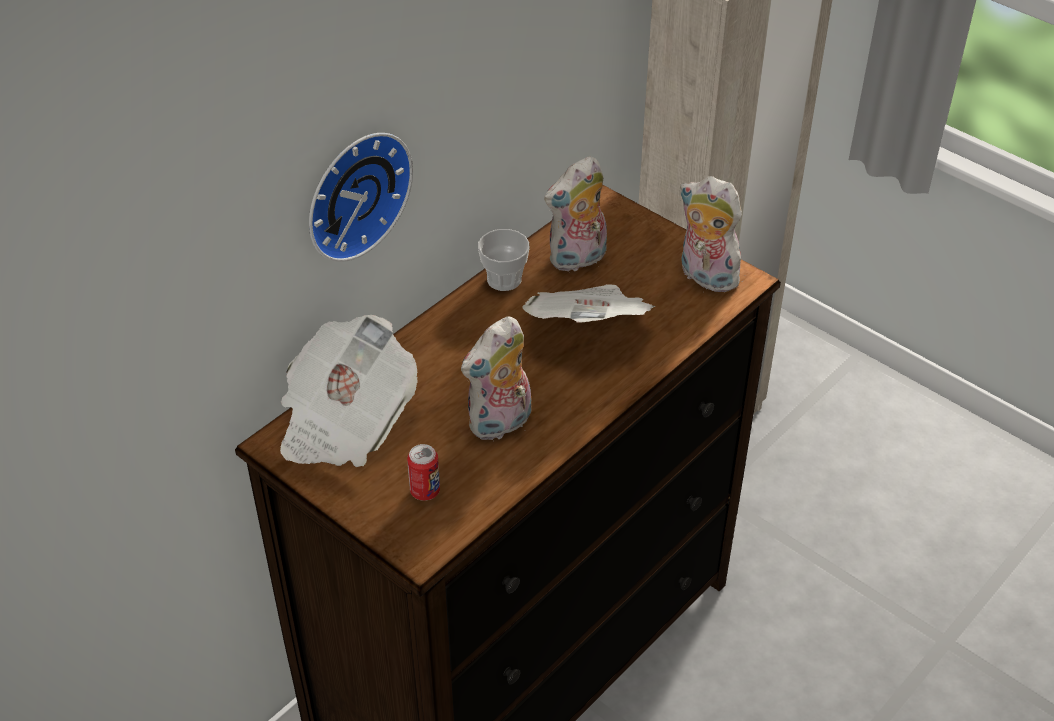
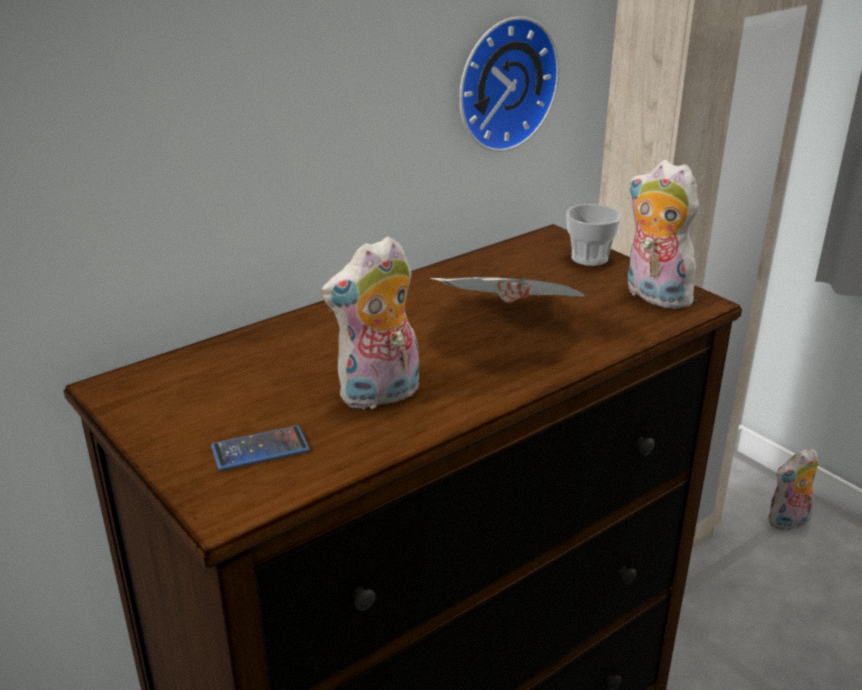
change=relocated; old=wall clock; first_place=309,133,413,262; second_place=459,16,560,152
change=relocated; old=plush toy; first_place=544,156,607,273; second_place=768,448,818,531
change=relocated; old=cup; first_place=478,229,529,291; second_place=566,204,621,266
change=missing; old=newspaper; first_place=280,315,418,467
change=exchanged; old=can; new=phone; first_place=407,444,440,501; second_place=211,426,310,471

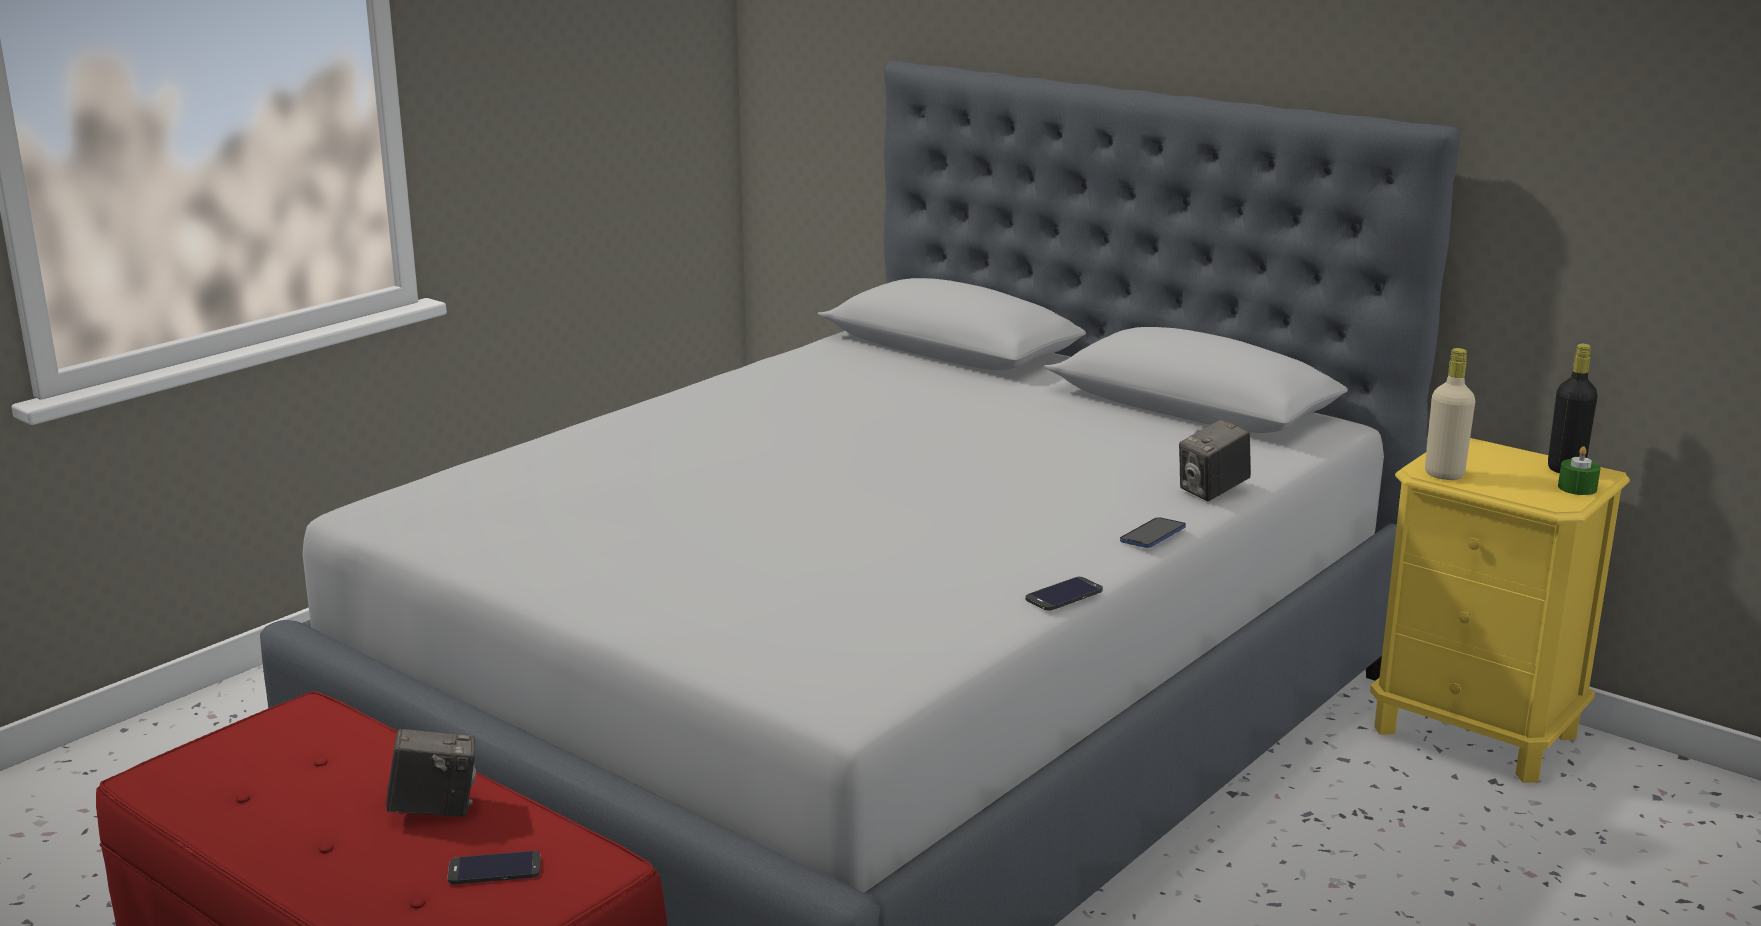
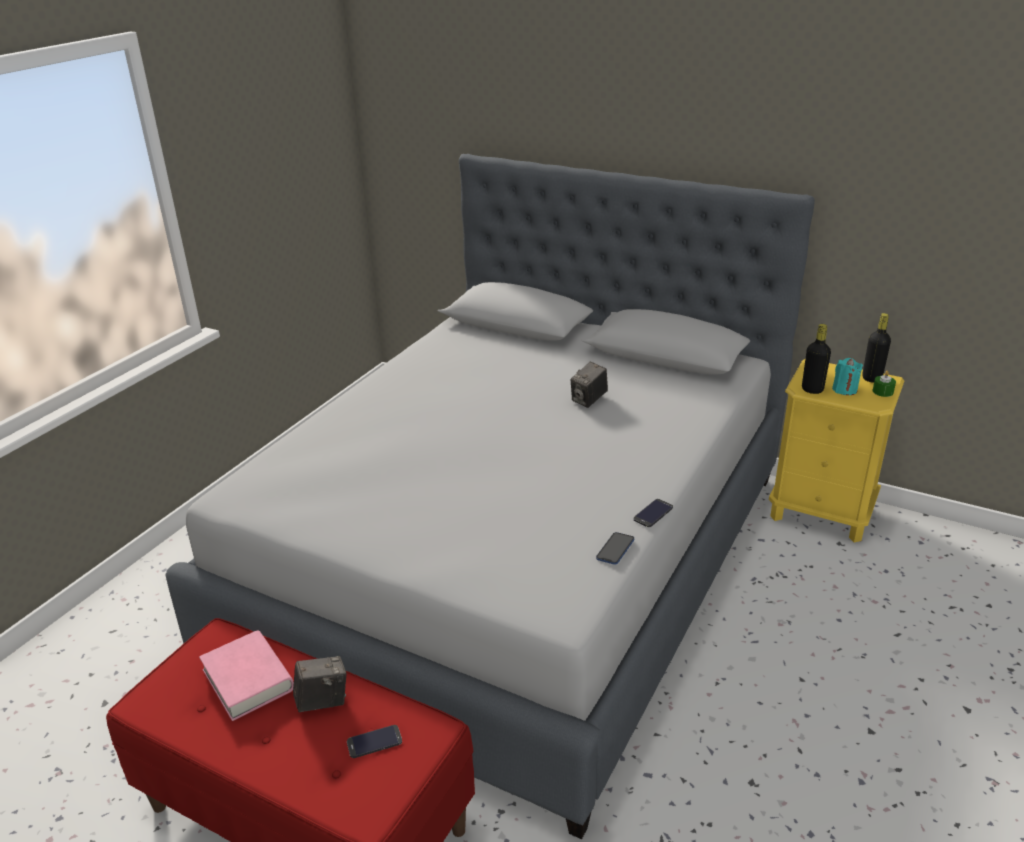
change=colour; old=beige bottle; new=black bottle; first_place=1425,348,1475,480; second_place=802,324,831,394
change=relocated; old=photo camera; first_place=1179,418,1251,501; second_place=570,362,608,408
change=relocated; old=phone; first_place=1120,517,1186,548; second_place=596,532,634,565
change=appeared; new=turquoise candle; second_place=832,358,863,395
change=appeared; new=pink book; second_place=199,631,294,721

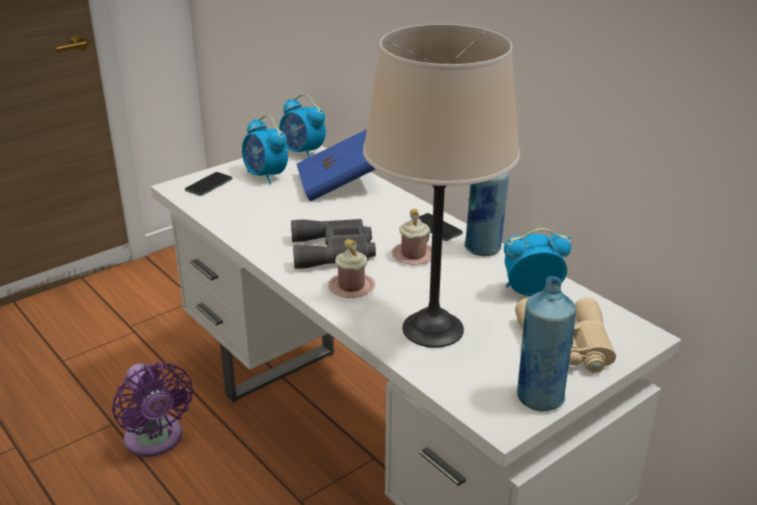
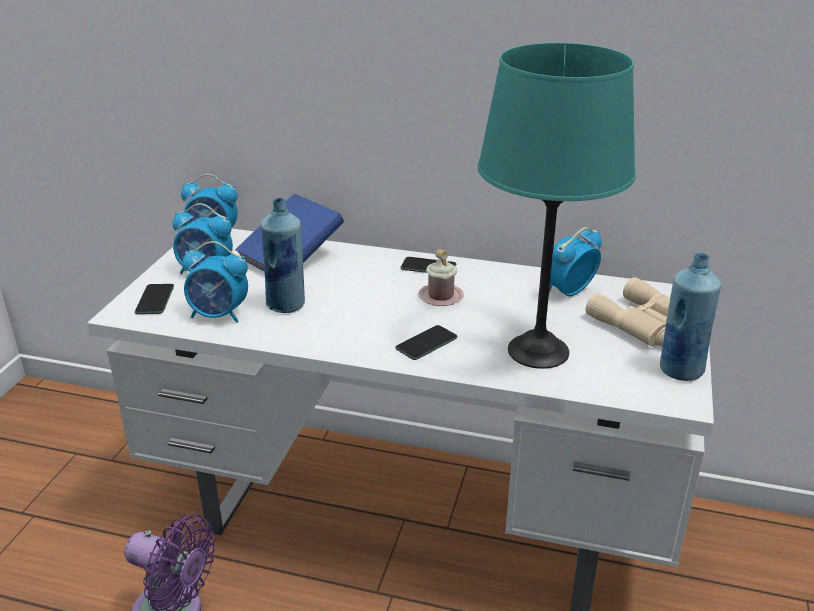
change=colour; old=beige table lamp; new=turquoise table lamp; first_place=363,24,520,348; second_place=478,43,636,369
change=relocated; old=blue bottle; first_place=464,172,509,256; second_place=260,198,305,313
change=missing; old=grey binoculars; first_place=291,219,376,269
change=exchanged; old=pink mug; new=phone; first_place=328,239,375,298; second_place=395,325,457,360
change=appeared; new=alarm clock; second_place=182,241,248,323

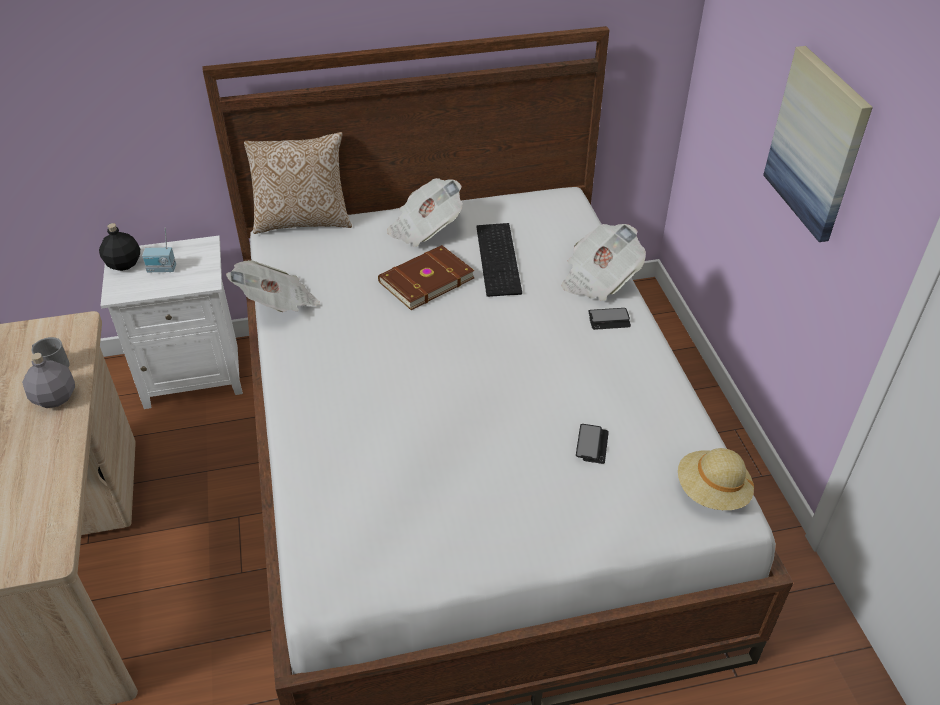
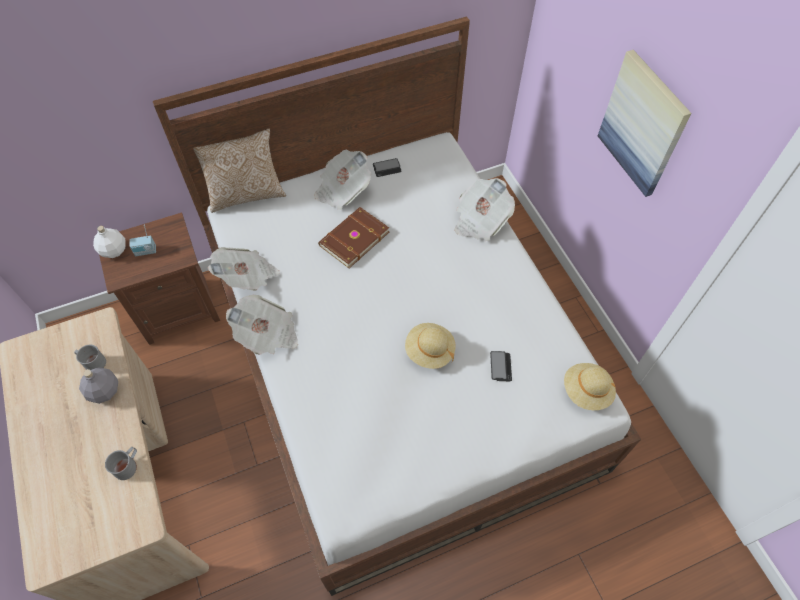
change=colour; old=black bottle; new=white bottle; first_place=99,223,140,271; second_place=93,226,126,258
change=missing; old=keyboard; first_place=476,223,522,297
change=colour; old=white nightstand; new=brown nightstand; first_place=100,236,243,409; second_place=99,212,220,345
change=relocated; old=phone; first_place=589,308,631,330; second_place=373,158,401,177
change=appeared; new=newspaper; second_place=226,295,298,355
change=appeared; new=beige hat; second_place=405,323,456,369
change=appeared; new=grey mug; second_place=105,447,137,480

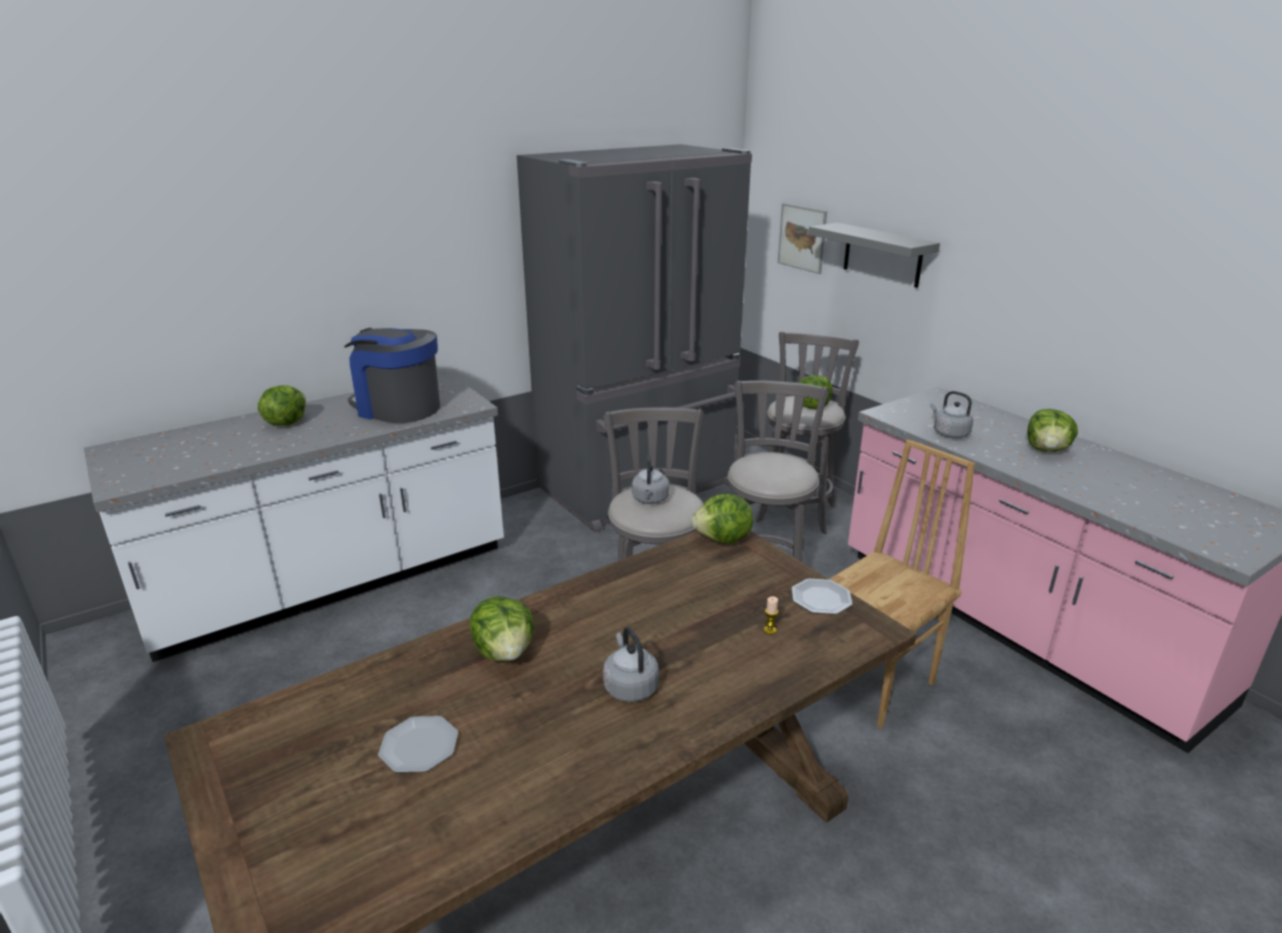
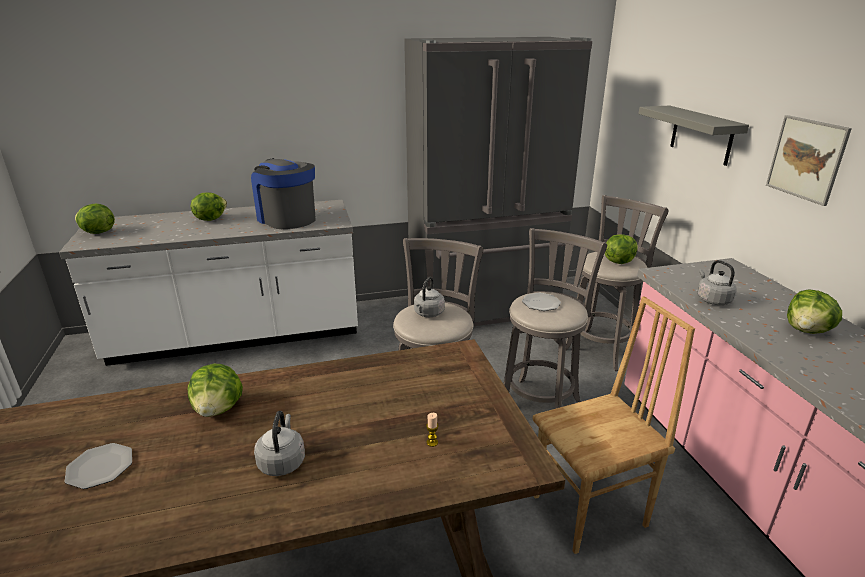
change=relocated; old=picture; first_place=778,203,827,274; second_place=766,115,852,206
change=relocated; old=lettuce; first_place=691,494,753,544; second_place=75,204,115,234
change=relocated; old=plate; first_place=792,579,853,614; second_place=522,293,561,311

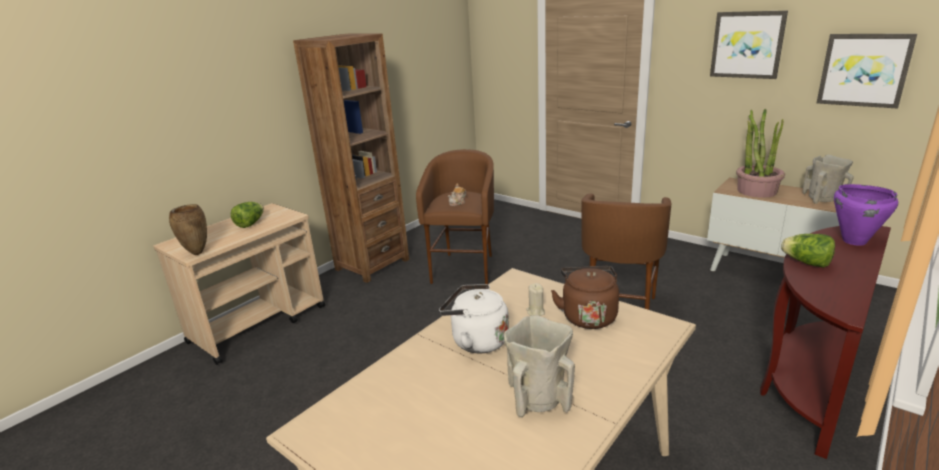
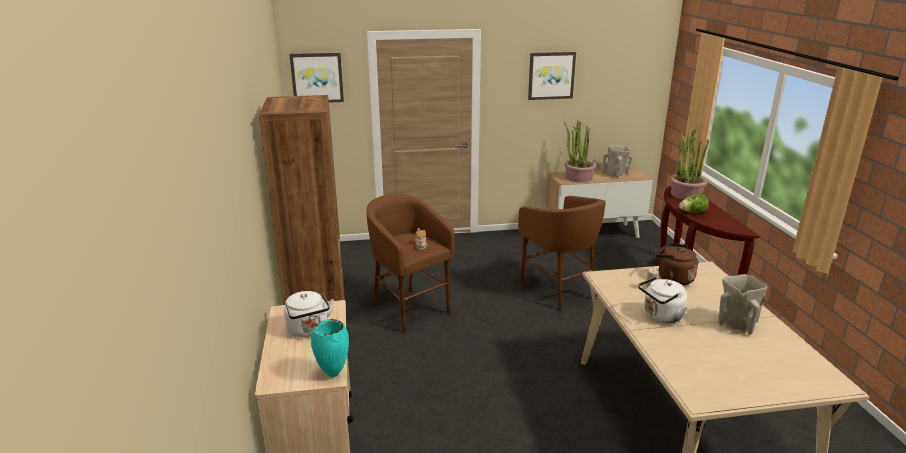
change=relocated; old=picture; first_place=817,34,917,109; second_place=289,53,344,103
change=exchanged; old=purple cooking pot; new=potted plant; first_place=834,184,898,246; second_place=670,128,708,200
change=exchanged; old=lettuce; new=white kettle; first_place=231,202,264,228; second_place=284,291,334,337
change=colour; old=brown vase; new=turquoise vase; first_place=169,204,207,255; second_place=311,319,349,377

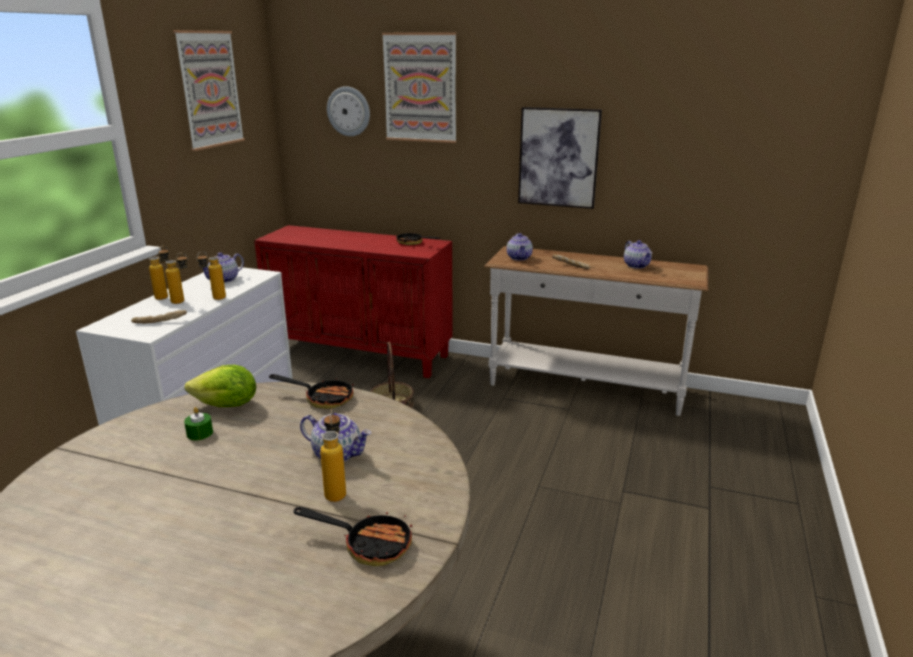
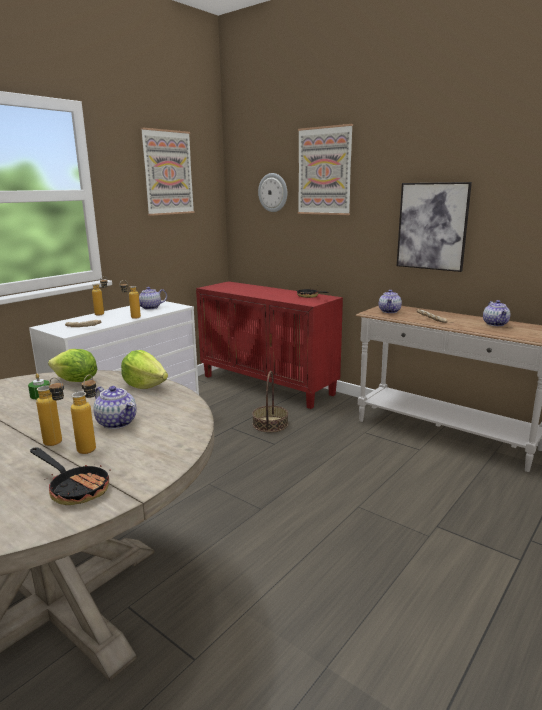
change=relocated; old=bottle; first_place=165,253,187,304; second_place=36,377,64,446
change=exchanged; old=frying pan; new=lettuce; first_place=269,374,354,409; second_place=121,350,168,389

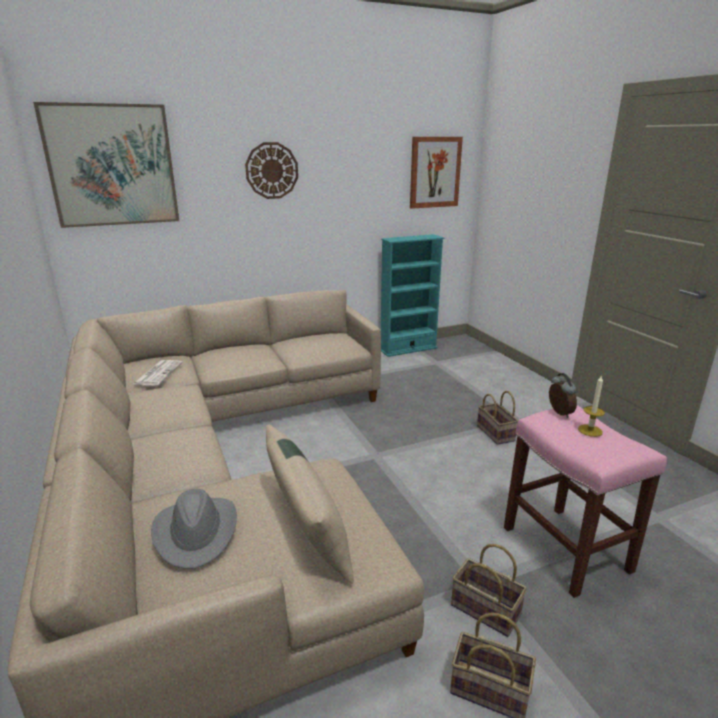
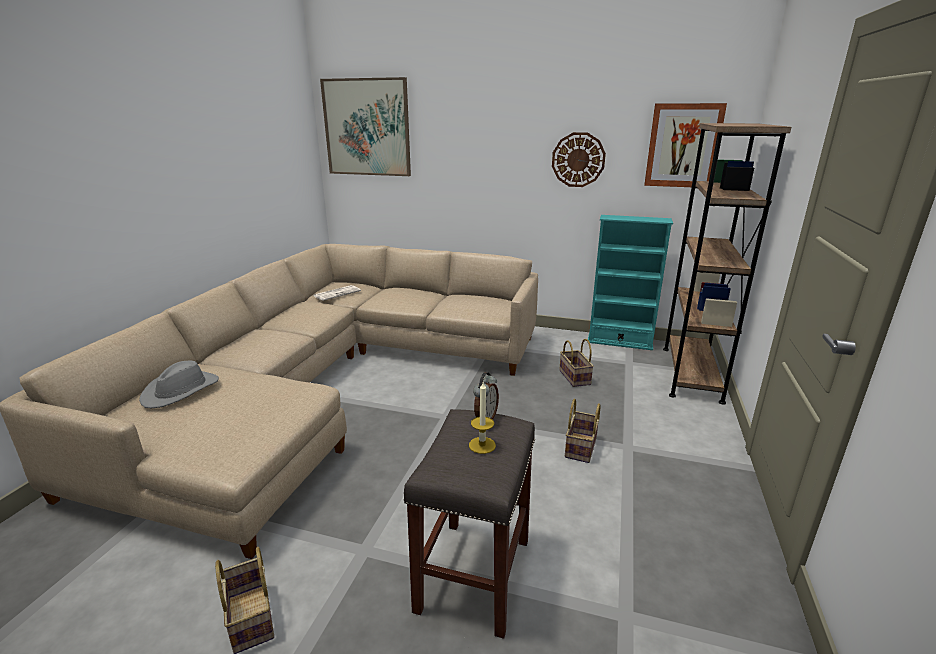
change=relocated; old=wall clock; first_place=245,142,298,199; second_place=552,132,606,187
change=colour; old=pink stool; new=grey stool; first_place=504,405,667,598; second_place=404,409,535,639
change=missing; old=beige pillow; first_place=266,424,354,584
change=relocated; old=basket; first_place=451,544,527,637; second_place=559,339,594,387
change=appeared; new=brown bookcase; second_place=663,123,791,405

